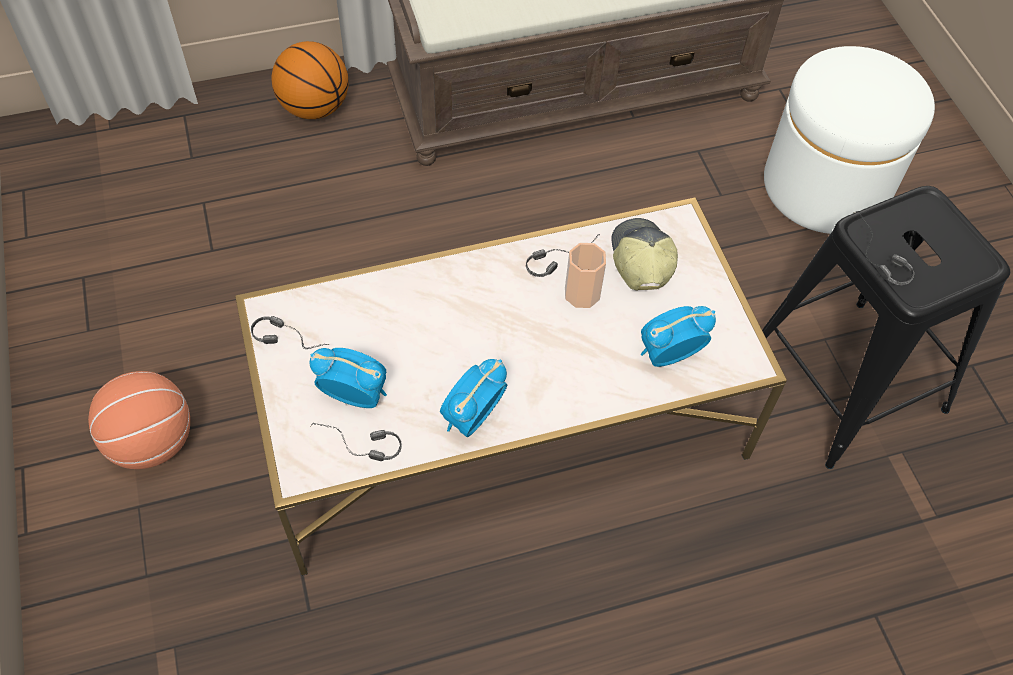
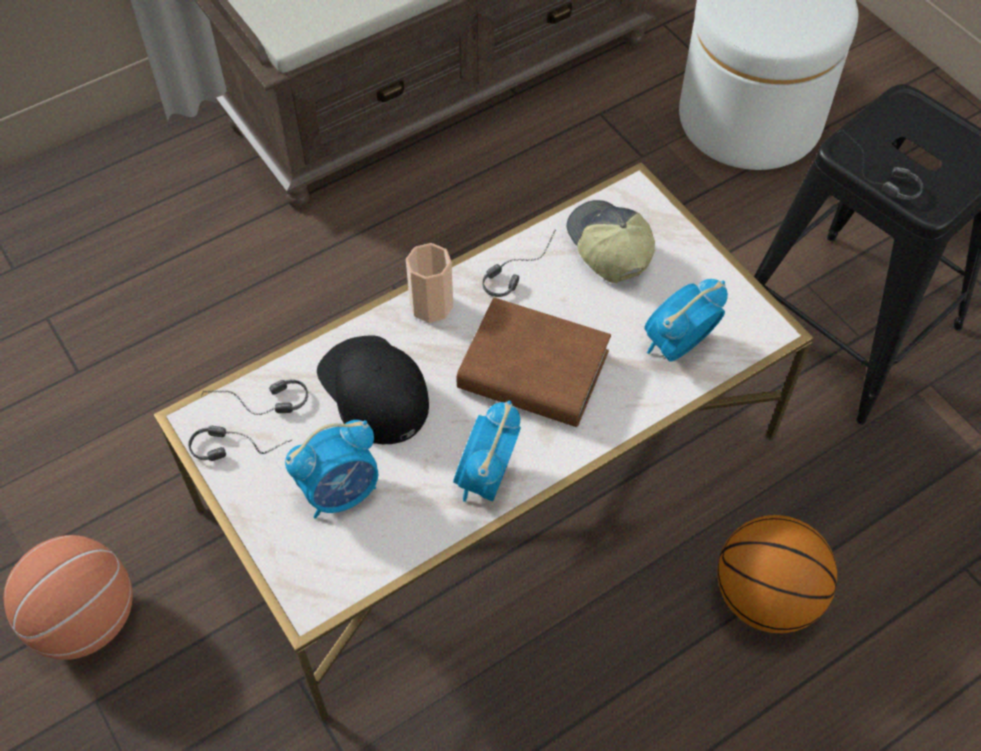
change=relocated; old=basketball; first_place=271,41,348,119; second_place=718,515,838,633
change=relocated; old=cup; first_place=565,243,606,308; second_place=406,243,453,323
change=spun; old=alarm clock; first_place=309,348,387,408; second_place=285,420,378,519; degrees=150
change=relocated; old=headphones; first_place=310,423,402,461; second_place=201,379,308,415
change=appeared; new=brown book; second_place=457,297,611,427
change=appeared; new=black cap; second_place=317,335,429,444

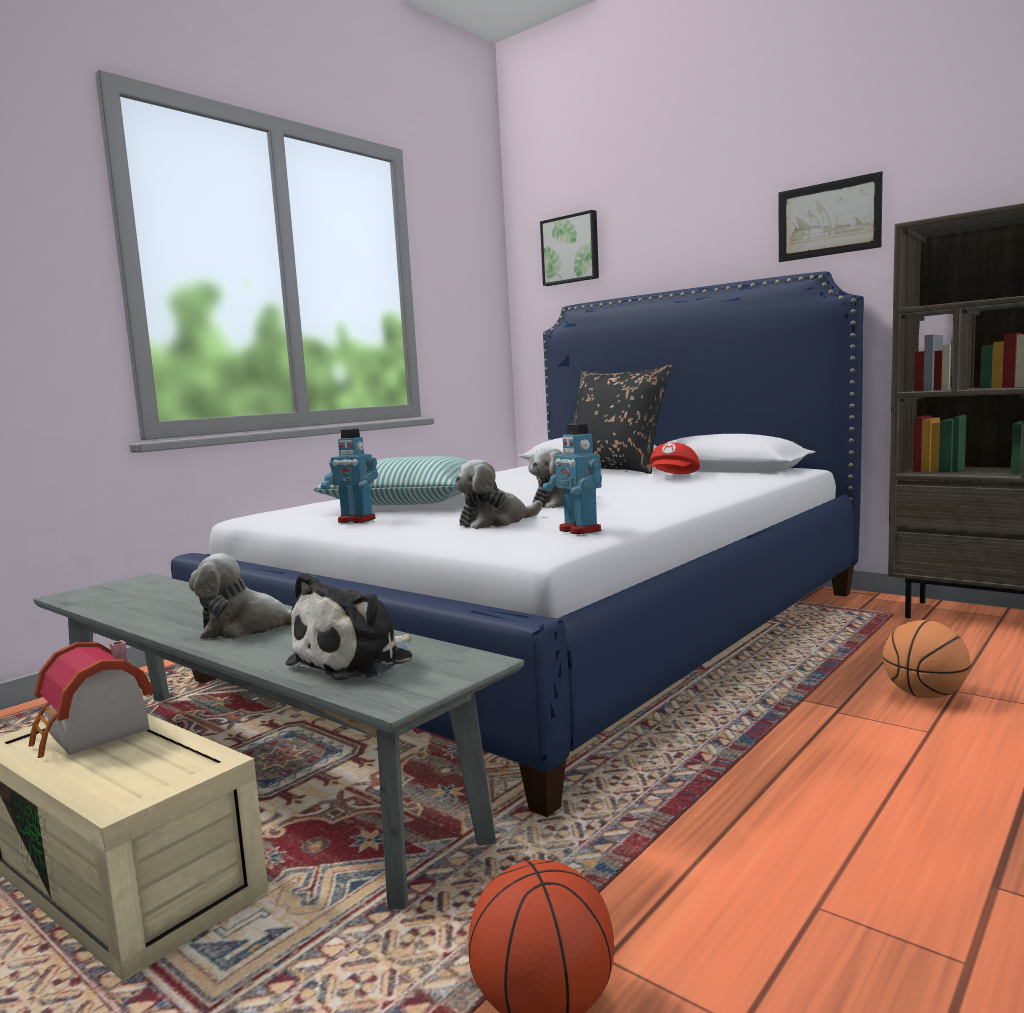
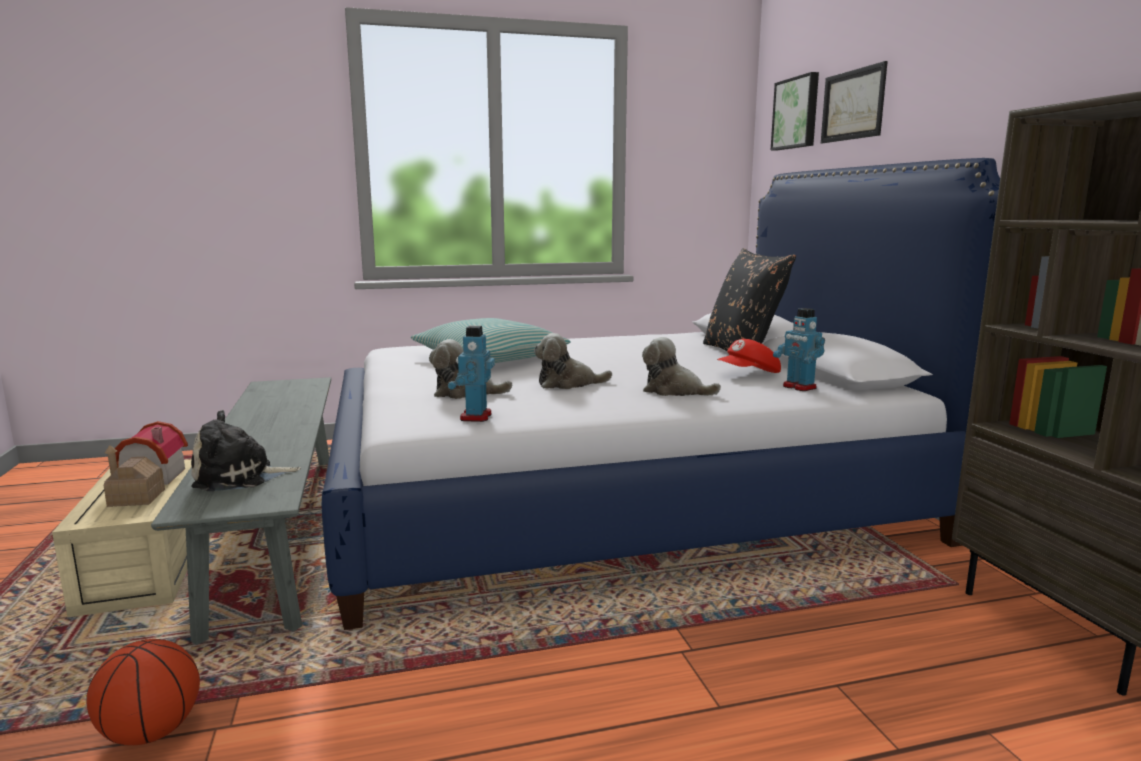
change=relocated; old=picture; first_place=779,171,883,262; second_place=821,61,888,143
change=relocated; old=toy robot; first_place=321,428,378,523; second_place=773,308,825,391
change=relocated; old=plush toy; first_place=189,553,292,639; second_place=642,337,721,396
change=missing; old=basketball; first_place=882,620,971,699
change=appeared; new=toy house; second_place=104,445,165,507

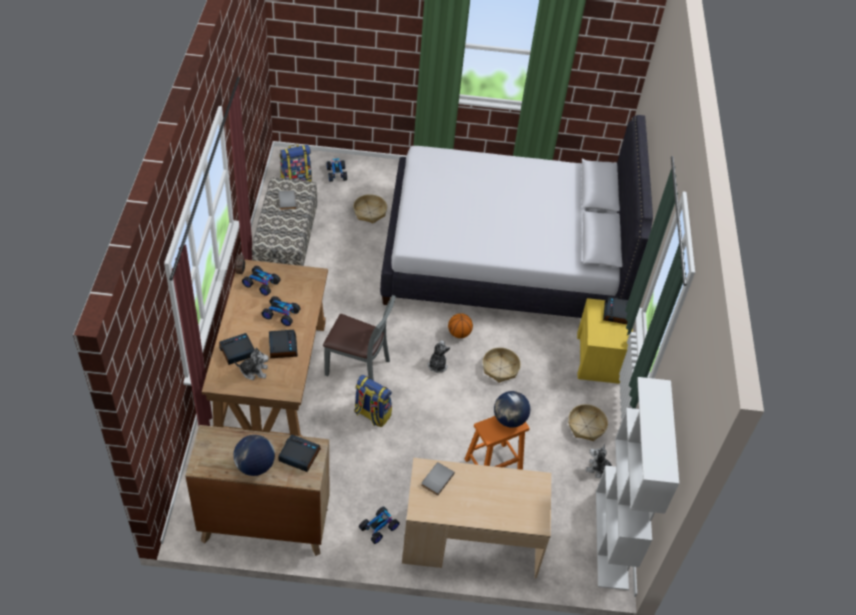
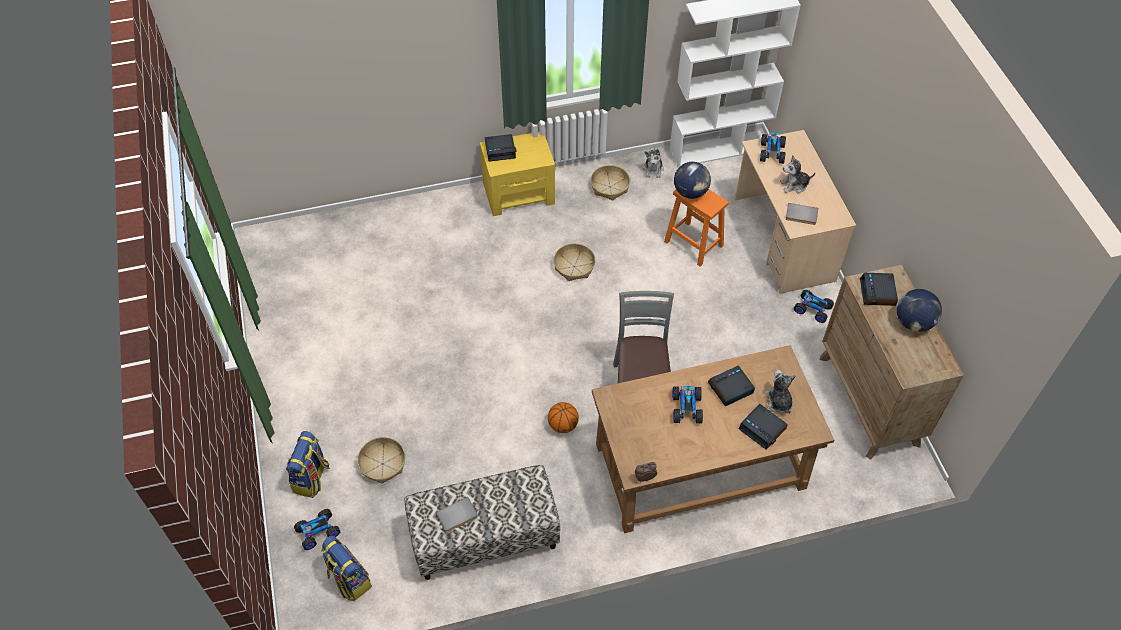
change=missing; old=white bed; first_place=380,115,653,318
change=relocated; old=toy car; first_place=242,266,280,296; second_place=760,132,786,164
change=relocated; old=basketball; first_place=448,313,473,338; second_place=548,402,579,433
change=relocated; old=plush toy; first_place=428,340,450,373; second_place=780,155,815,193
change=relocated; old=backpack; first_place=354,375,392,427; second_place=286,431,330,498

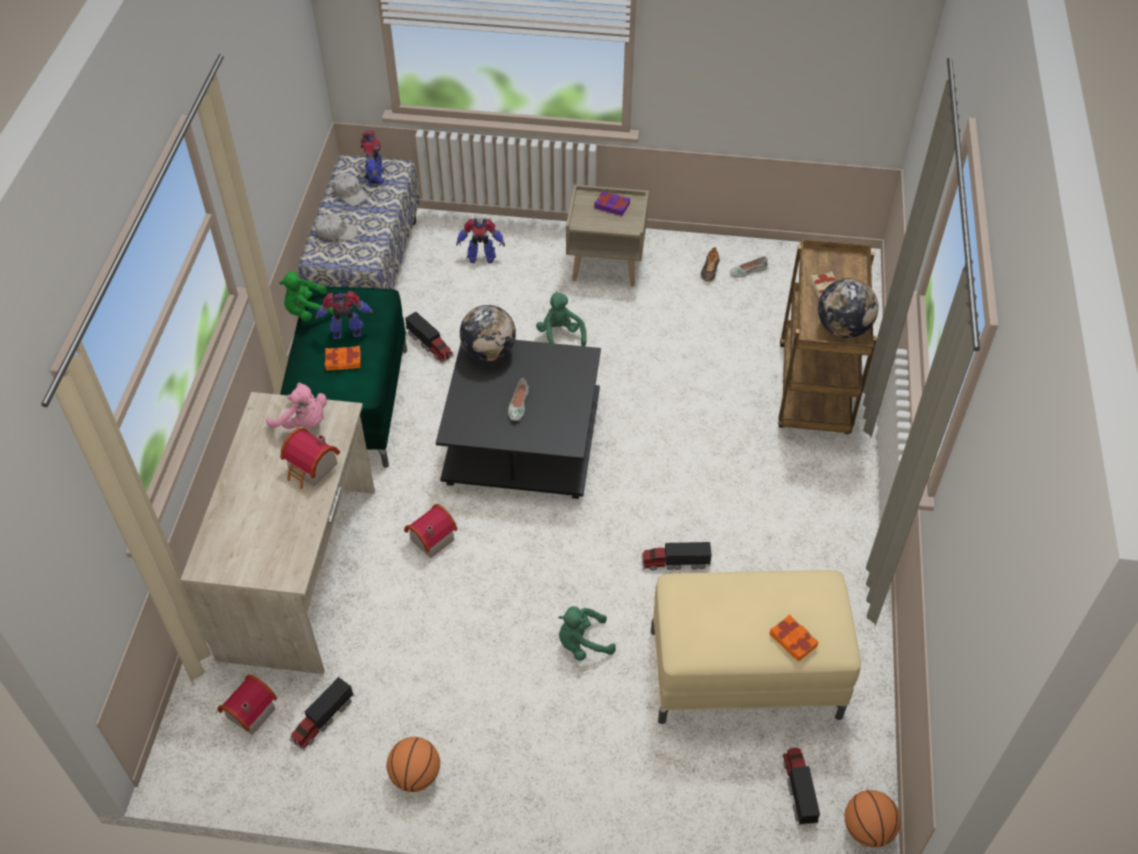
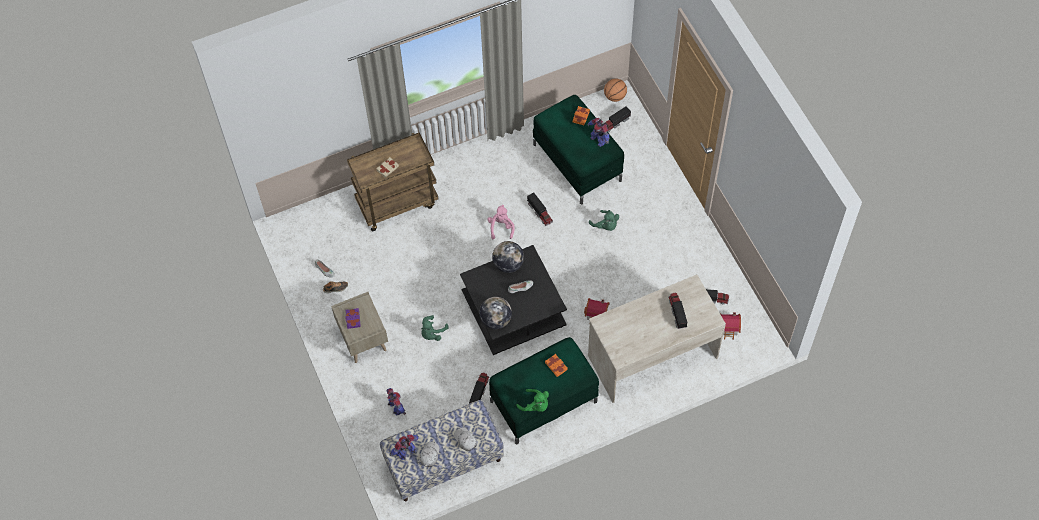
change=relocated; old=globe; first_place=818,278,879,338; second_place=492,241,524,273
change=relocated; old=toy robot; first_place=316,291,373,339; second_place=587,118,609,147
change=relocated; old=pink plush toy; first_place=266,383,327,429; second_place=487,205,514,239
change=missing; old=toy house; first_place=280,428,340,489
change=colour; old=beige ottoman; new=green ottoman; first_place=651,570,861,724; second_place=533,95,624,205
change=missing; old=basketball; first_place=387,737,440,792
change=appeared; new=toy truck; second_place=668,293,687,329

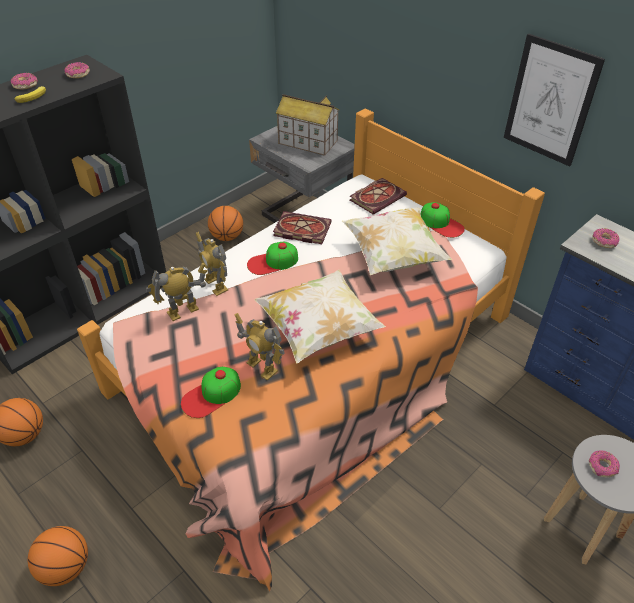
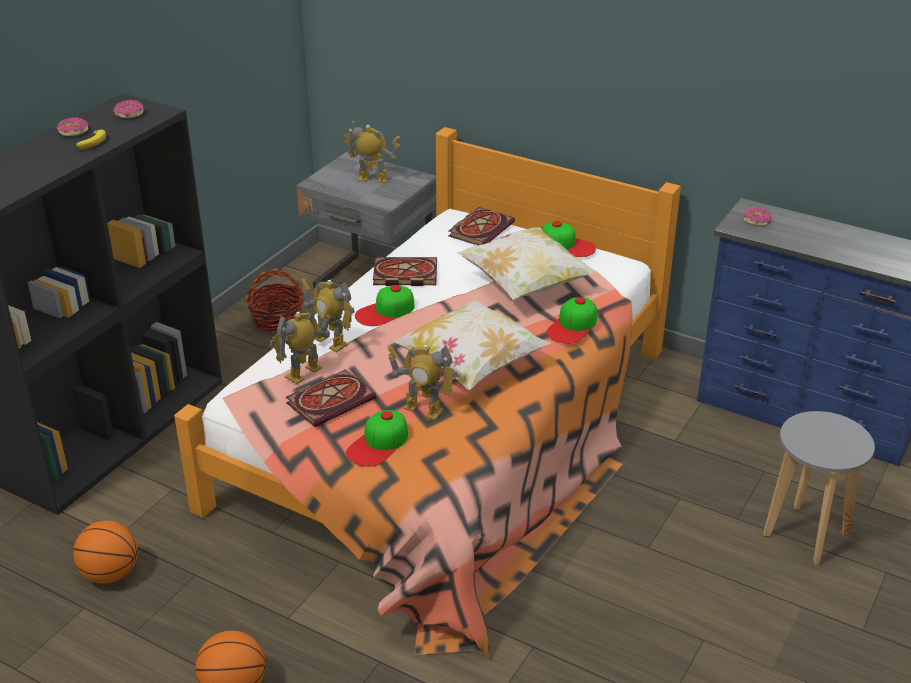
change=missing; old=picture; first_place=504,34,605,167
change=exchanged; old=toy house; new=toy robot; first_place=276,94,340,156; second_place=342,120,400,183
change=exchanged; old=basketball; new=basket; first_place=208,206,243,241; second_place=245,269,303,332
change=missing; old=donut; first_place=589,450,620,477
change=appeared; new=cap; second_place=546,297,597,344
change=appeared; new=book; second_place=286,370,376,427

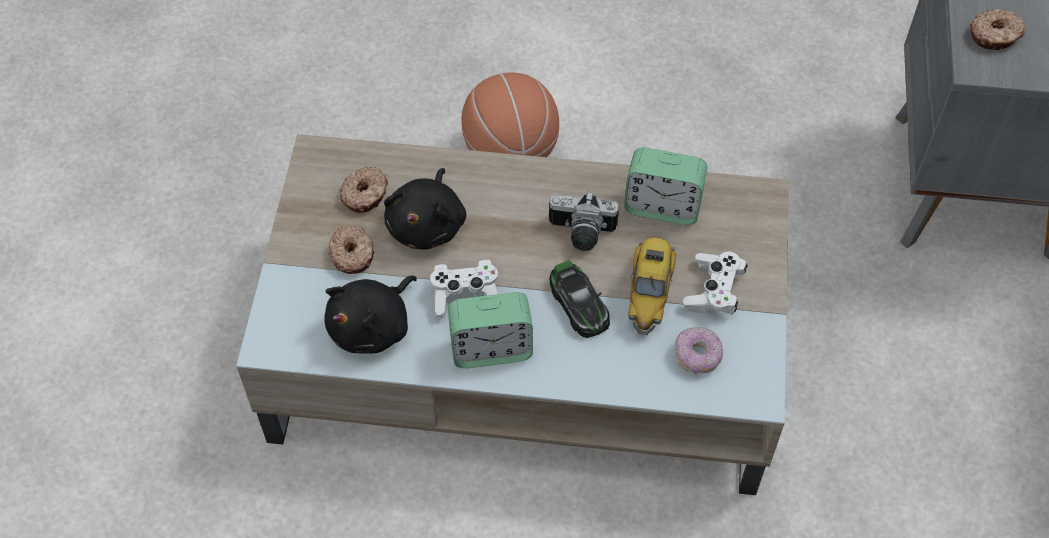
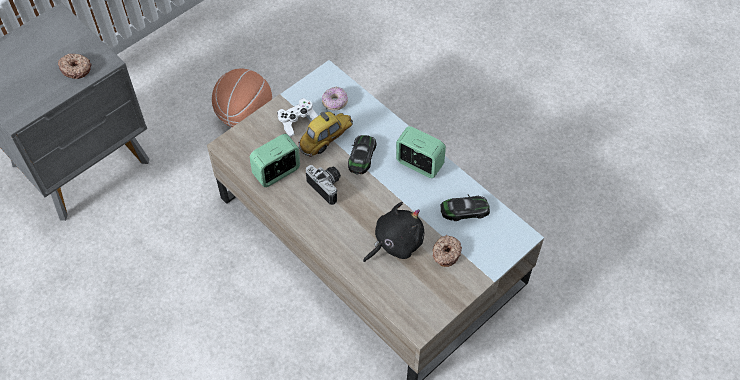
change=relocated; old=basketball; first_place=461,72,559,157; second_place=212,69,272,127
change=spun; old=alarm clock; first_place=624,147,707,225; second_place=250,134,300,187; degrees=-90
change=missing; old=donut; first_place=340,167,388,213
change=missing; old=white game controller; first_place=430,259,498,317
change=exchanged; old=black plush toy; new=toy car; first_place=324,275,417,353; second_place=441,195,490,221

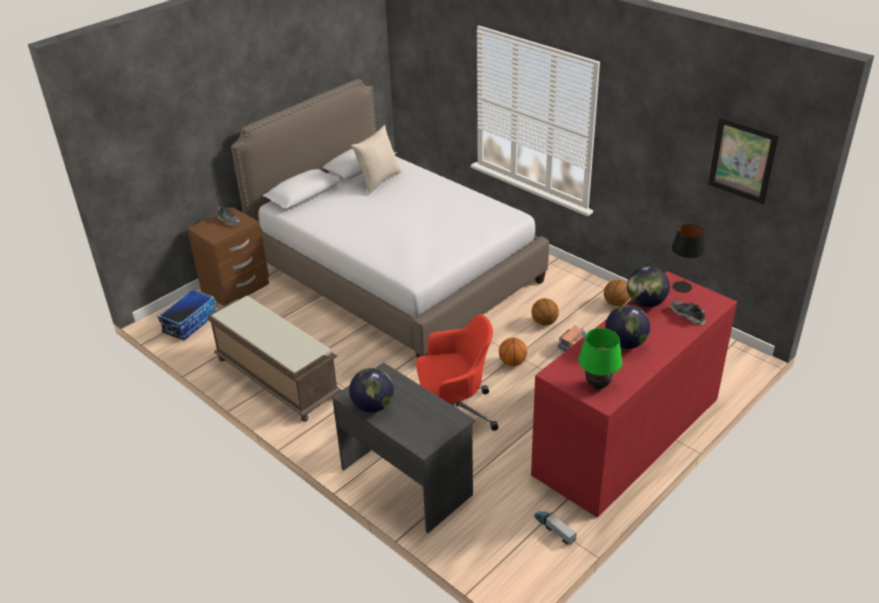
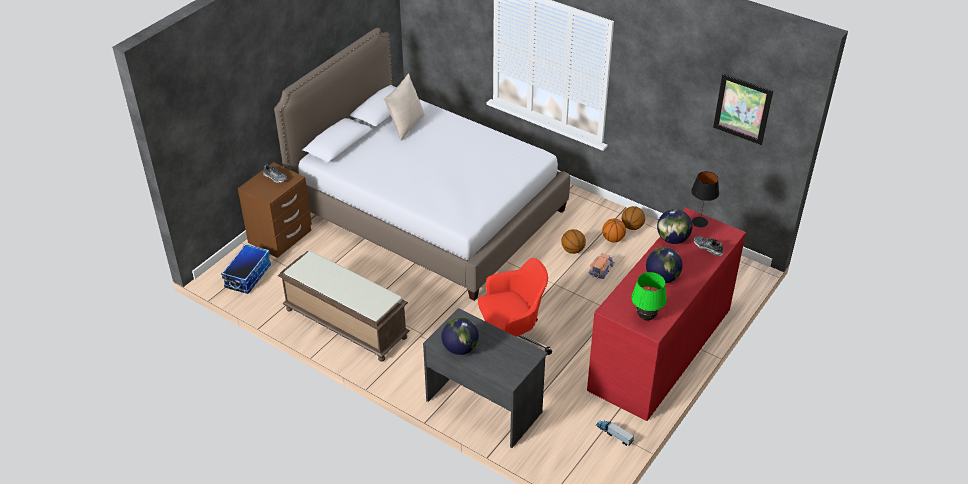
change=relocated; old=basketball; first_place=499,338,527,366; second_place=602,218,626,242

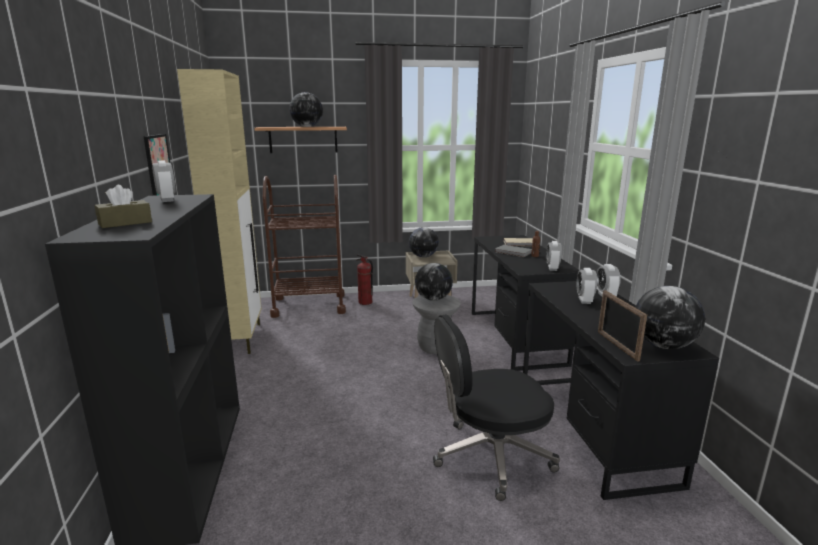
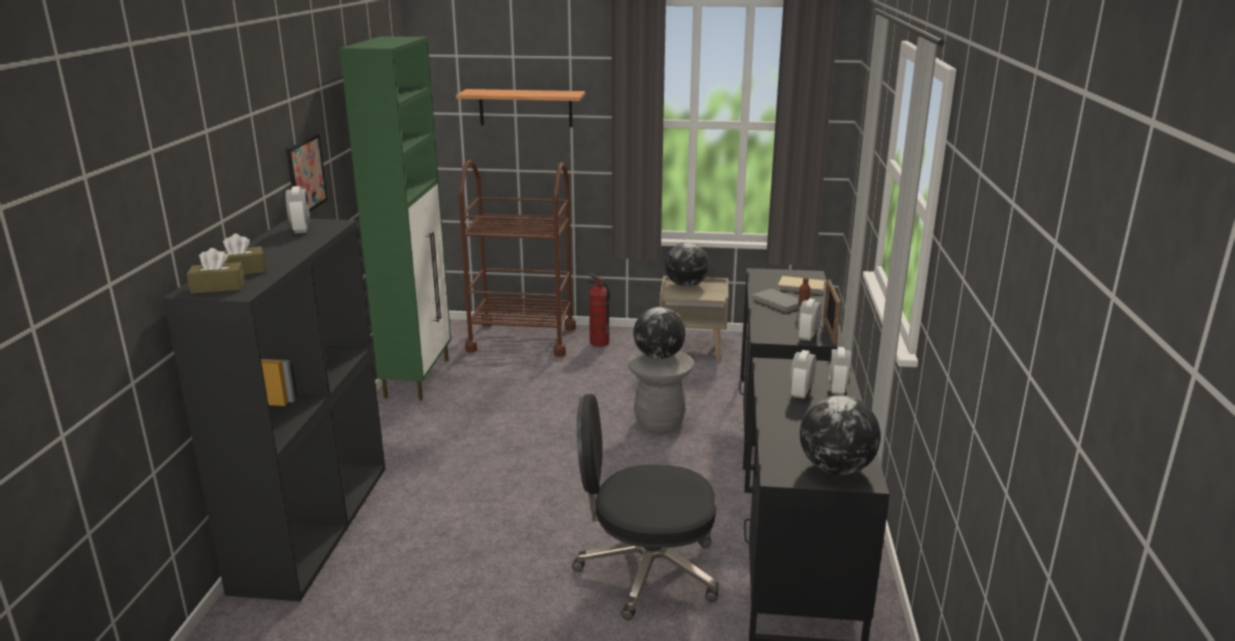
change=colour; old=beige cabinet; new=green cabinet; first_place=177,69,262,354; second_place=340,36,451,400
change=missing; old=globe; first_place=289,92,323,127
change=relocated; old=picture frame; first_place=598,290,647,362; second_place=823,279,841,344
change=appeared; new=brown tissue box; second_place=187,248,245,294

